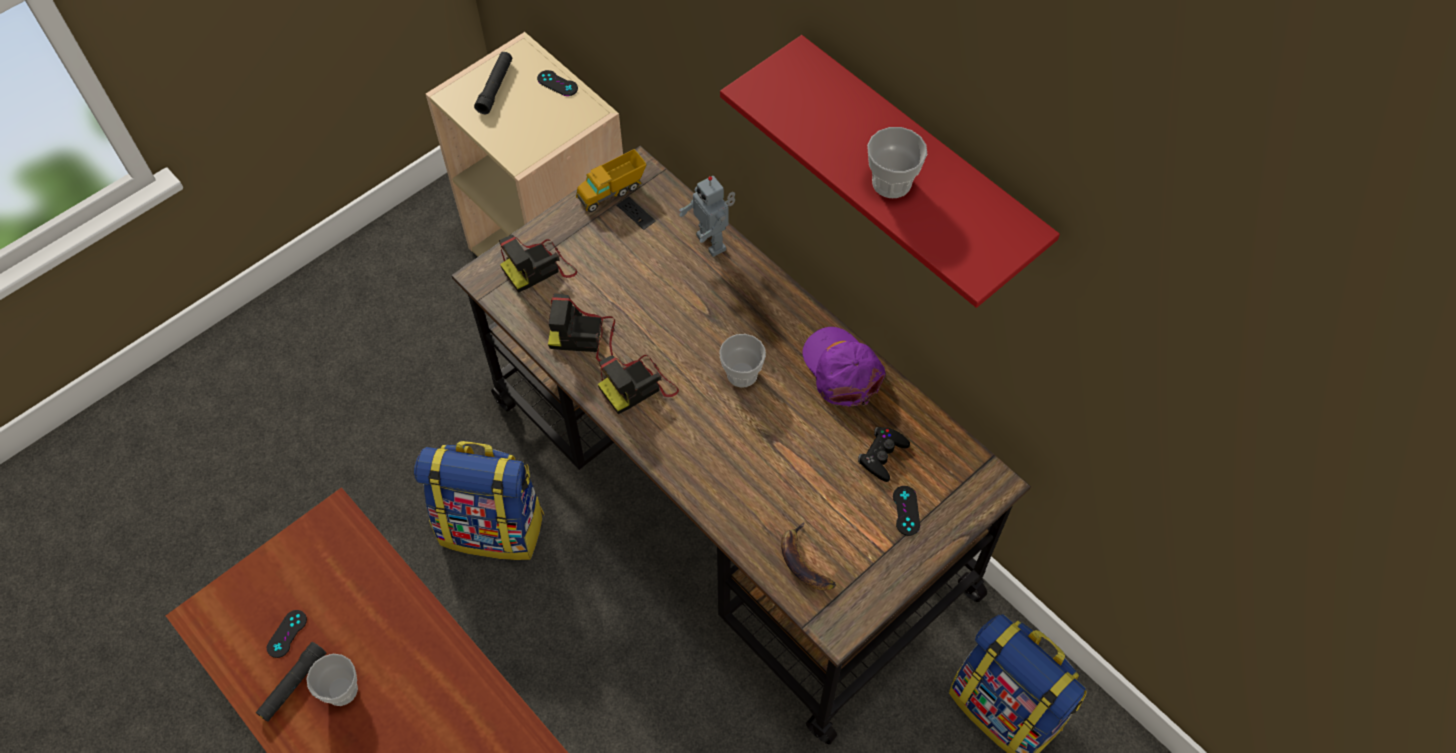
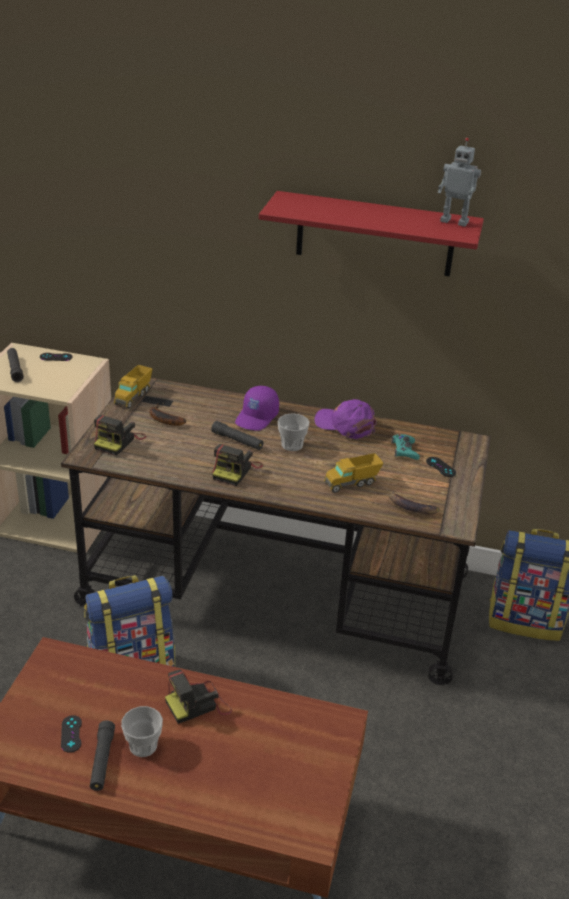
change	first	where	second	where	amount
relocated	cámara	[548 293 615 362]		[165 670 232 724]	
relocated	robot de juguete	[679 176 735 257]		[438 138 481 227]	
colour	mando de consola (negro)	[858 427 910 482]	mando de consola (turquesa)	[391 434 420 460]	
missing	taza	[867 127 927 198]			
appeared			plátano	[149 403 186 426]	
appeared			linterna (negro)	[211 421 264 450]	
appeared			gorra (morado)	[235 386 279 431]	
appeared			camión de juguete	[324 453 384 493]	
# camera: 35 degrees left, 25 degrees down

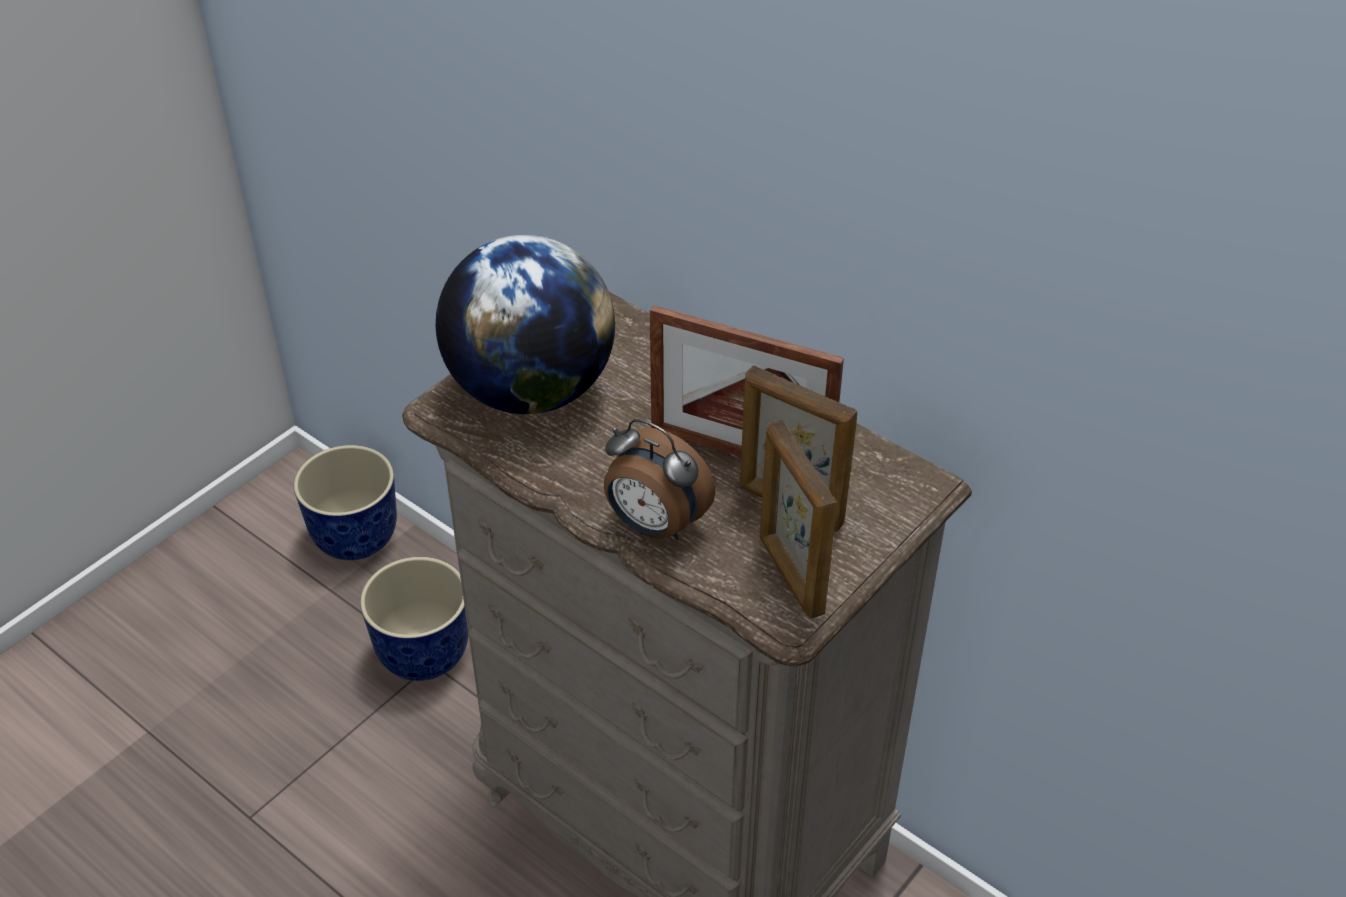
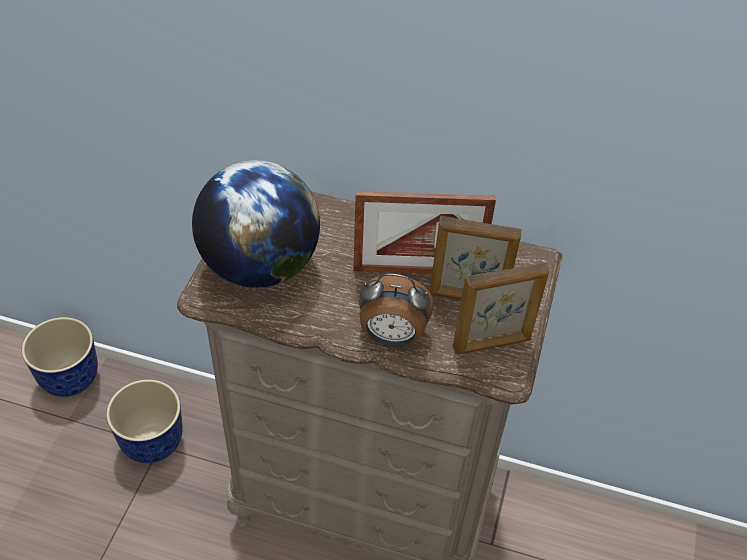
change	first	where	second	where	amount
spun	portarretratos	[760 420 837 618]		[453 263 549 354]	60 degrees counterclockwise
# camera: 25 degrees left, 5 degrees up

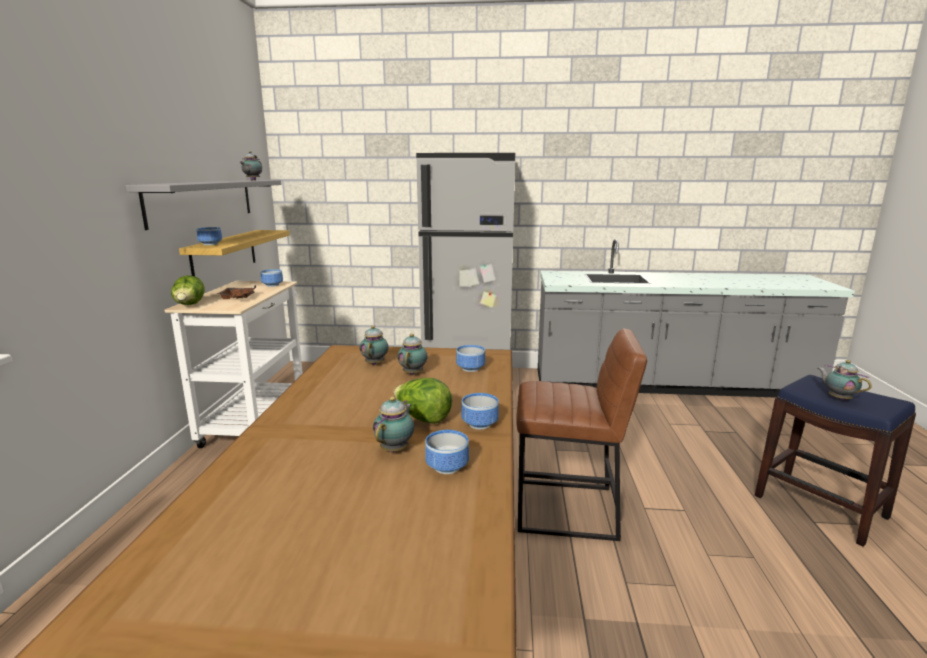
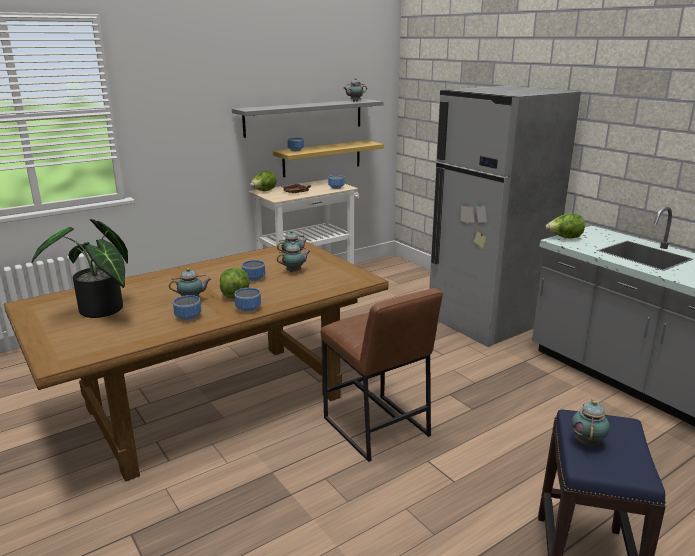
change	first	where	second	where	amount
relocated	cuenco	[456 345 485 372]		[242 260 265 281]	
appeared			planta en maceta	[32 219 128 318]	
appeared			lechuga	[546 213 585 239]	
# camera: 50 degrees right, 5 degrees up

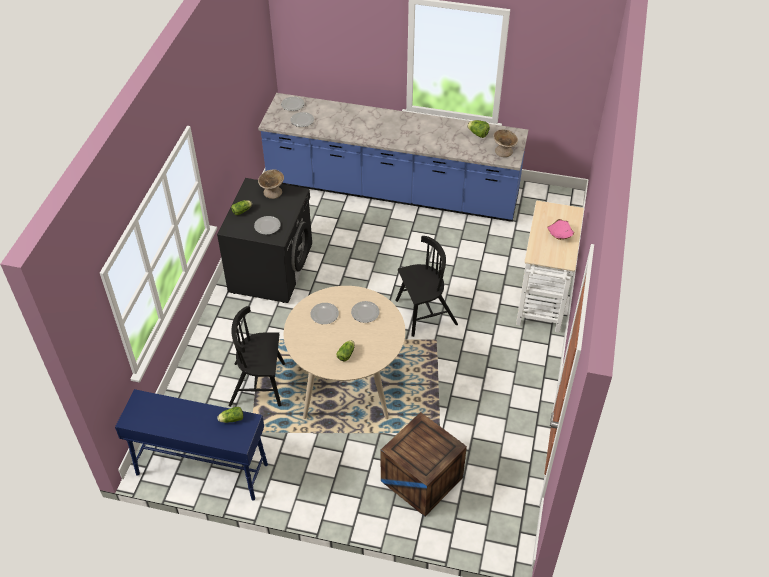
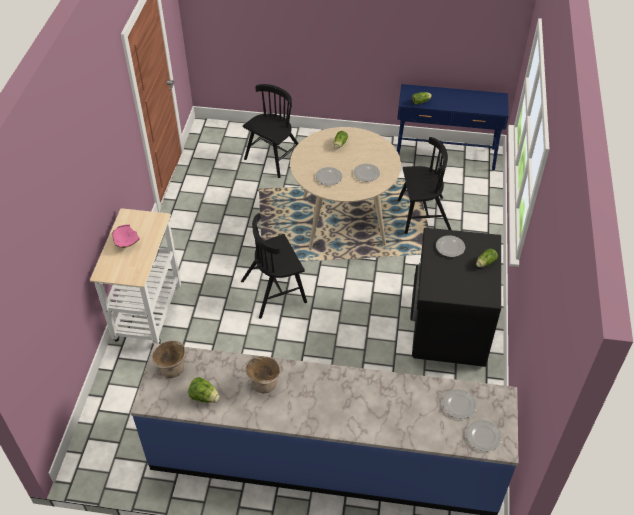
change	first	where	second	where	amount
relocated	cuenco (beis)	[258 169 284 199]		[246 356 281 393]	
exchanged	caja de embalaje	[381 412 467 516]	silla (negro)	[243 84 299 178]	
# camera: 175 degrees right, 0 degrees up

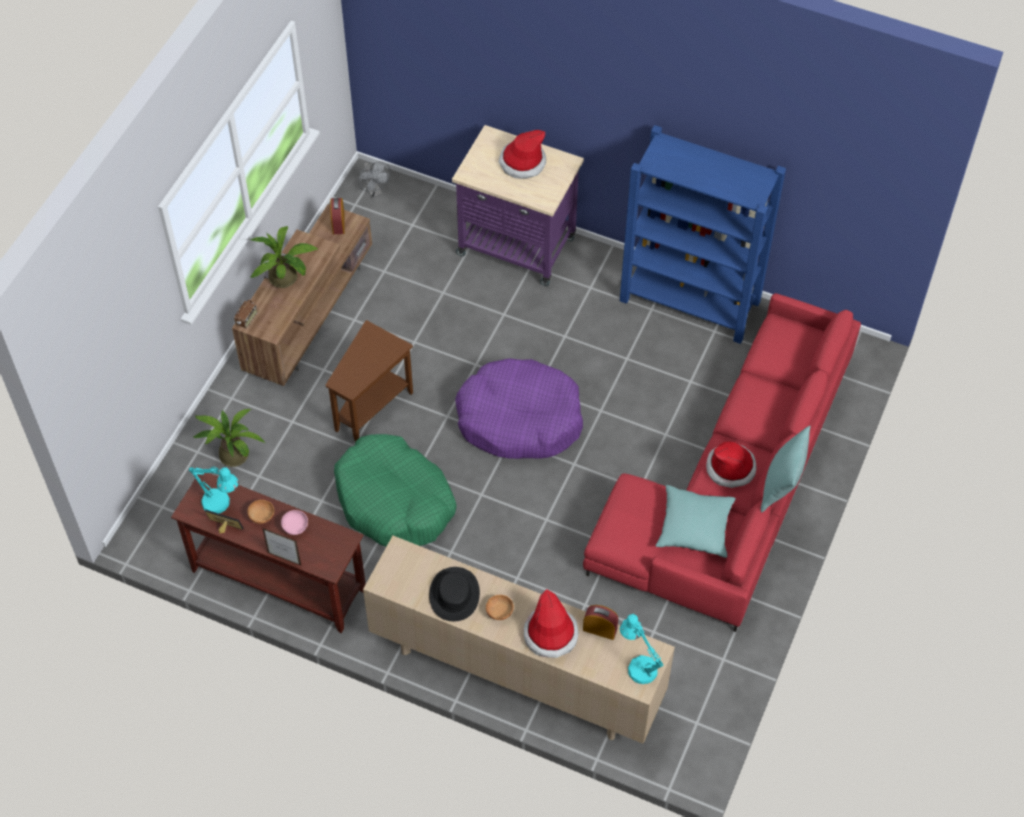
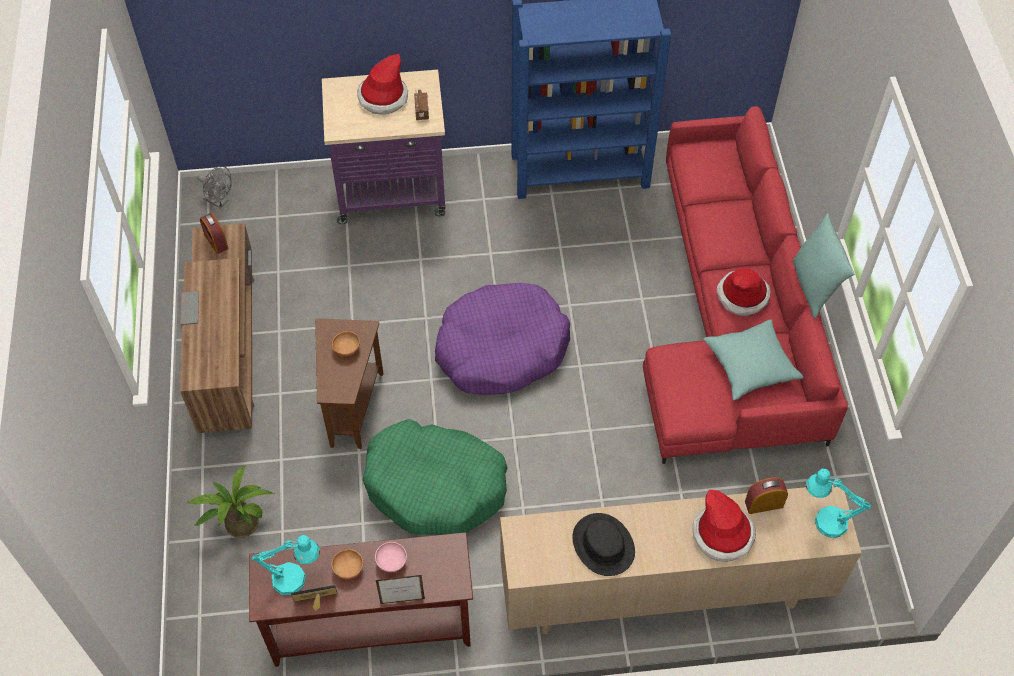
change	first	where	second	where	amount
relocated	radio	[234 299 257 328]		[414 90 429 120]	
missing	planta en maceta	[250 226 319 288]			
relocated	cuenco (marrón)	[486 595 514 620]		[332 331 360 356]	
# camera: 30 degrees left, 0 degrees up

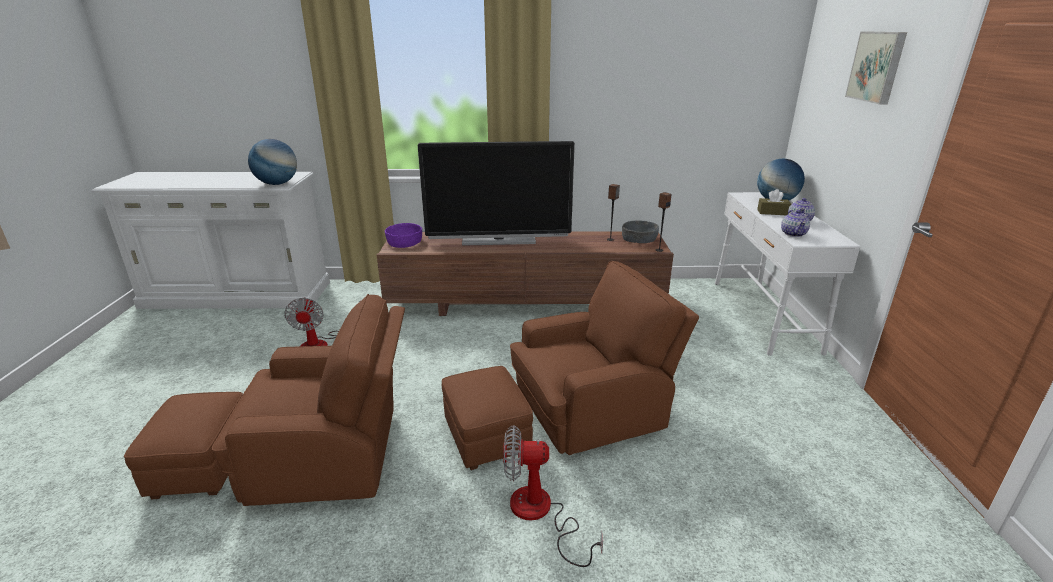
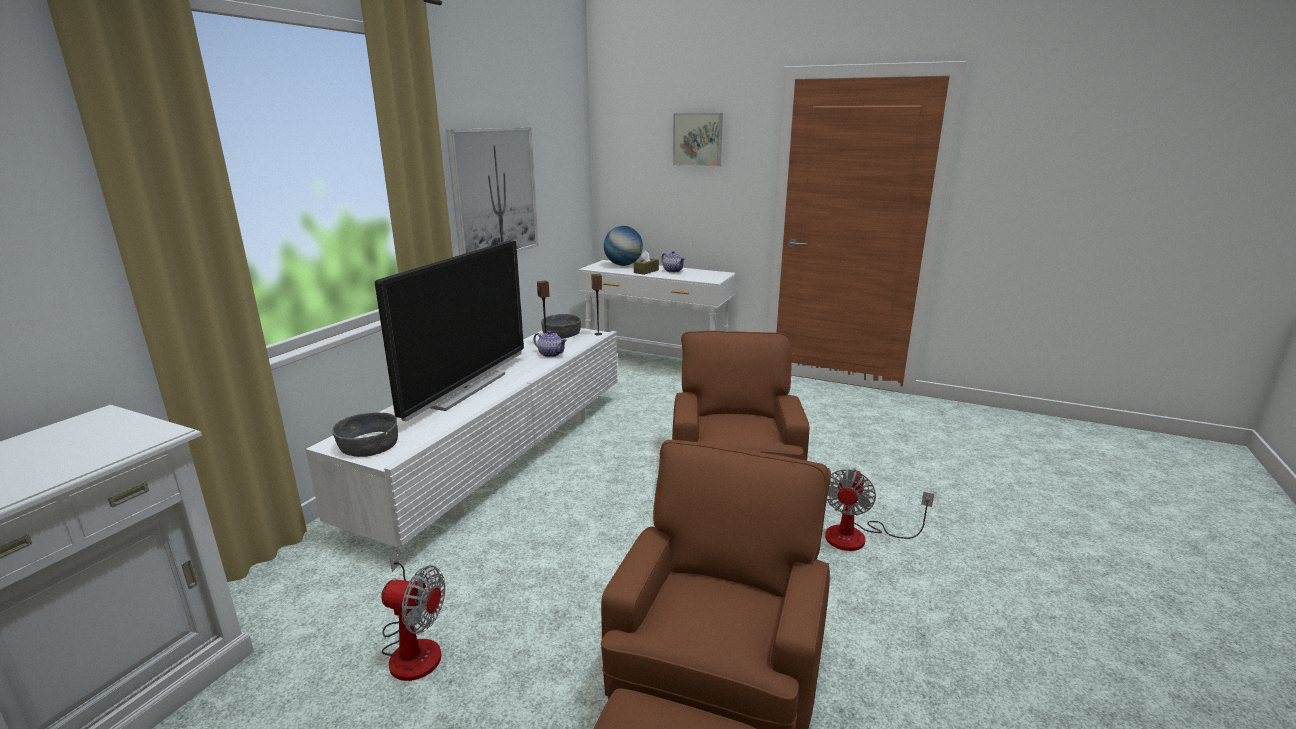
change	first	where	second	where	amount
missing	globo terráqueo	[248 139 297 185]			
colour	mueble de televisión (marrón)	[377 231 674 316]	mueble de televisión (blanco)	[306 328 617 548]	
colour	cuenco (morado)	[385 223 422 248]	cuenco (gris)	[332 412 398 457]	
relocated	tetera	[781 210 810 237]		[533 331 567 357]	
appeared			cuadro	[446 128 538 255]	
# camera: 65 degrees left, 5 degrees down

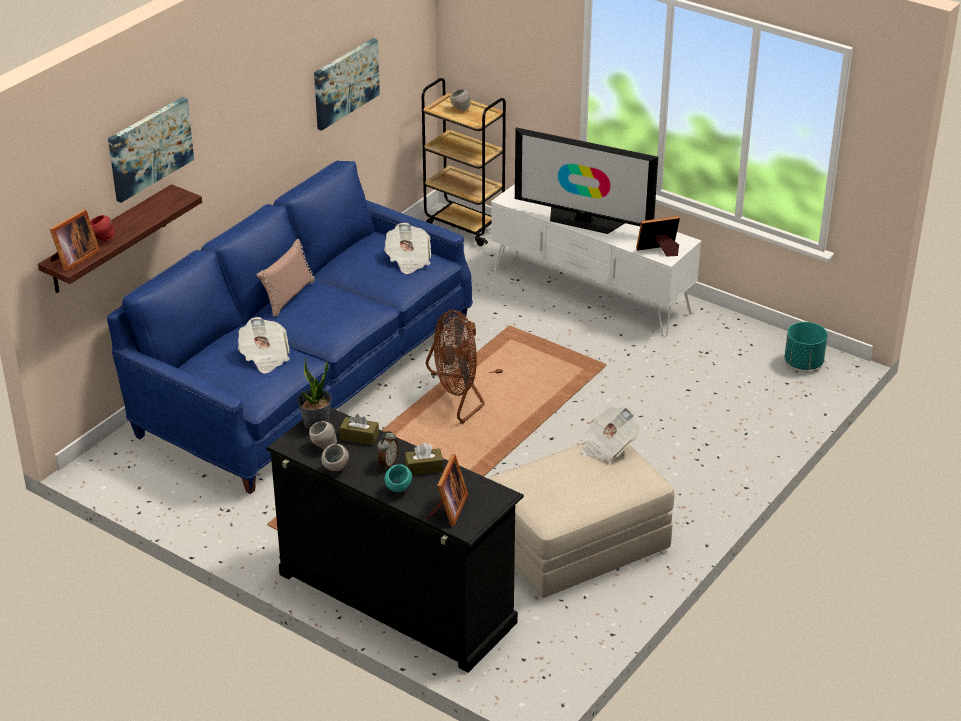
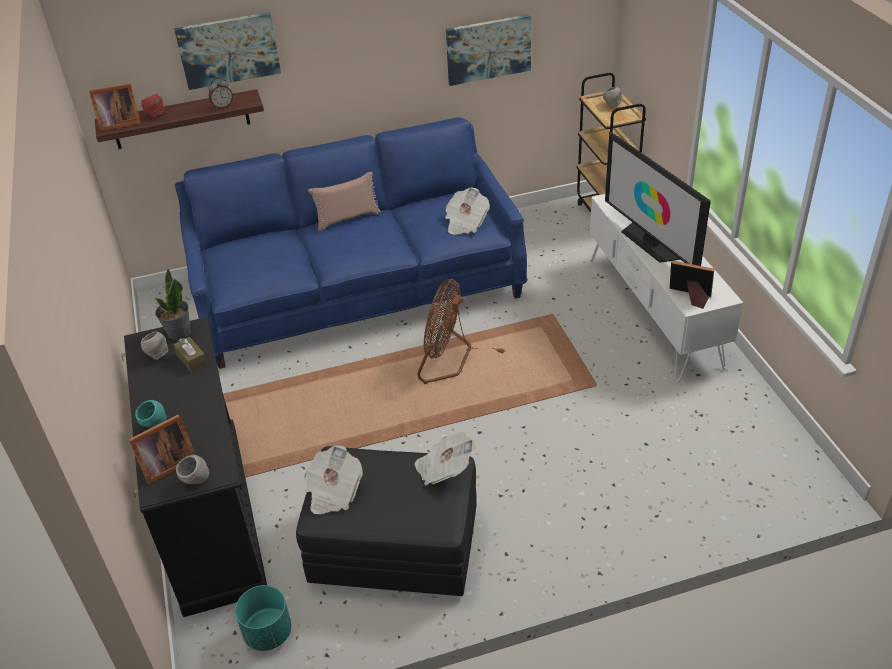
change	first	where	second	where	amount
relocated	periódico	[238 317 290 374]		[305 445 363 514]	
relocated	cuenco (gris)	[321 444 349 471]		[176 455 209 484]	
relocated	despertador	[377 431 399 470]		[208 78 233 109]	
missing	caja de pañuelos (marrón)	[405 443 443 475]			
colour	puf (beis)	[489 442 674 598]	puf (negro)	[296 446 477 596]	
relocated	maceta (turquesa)	[785 322 828 370]		[235 585 292 651]	
# camera: 40 degrees right, 5 degrees up

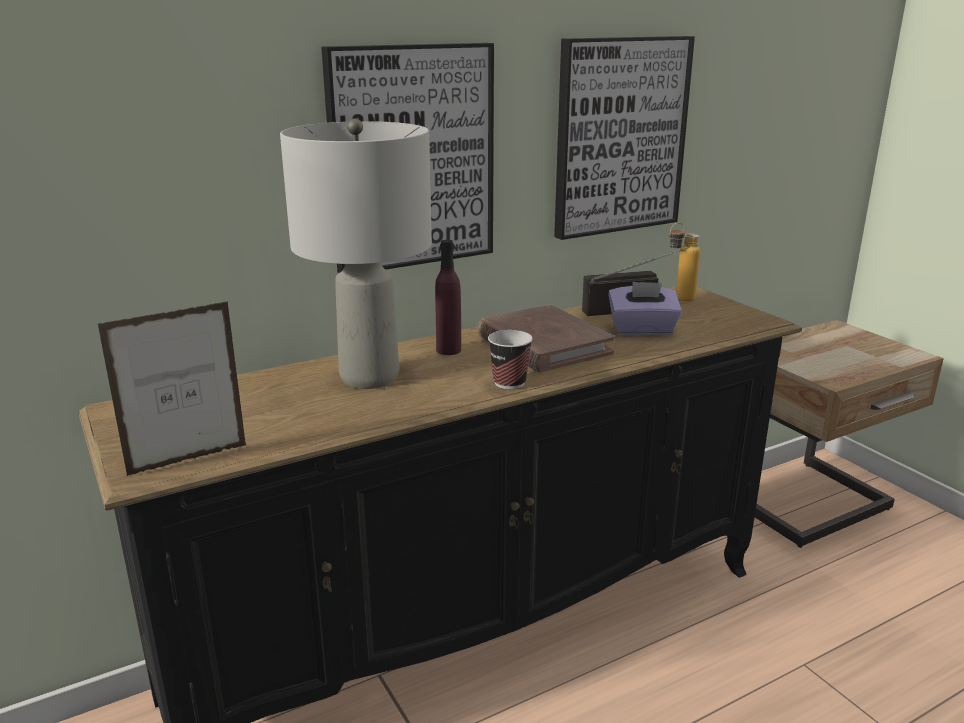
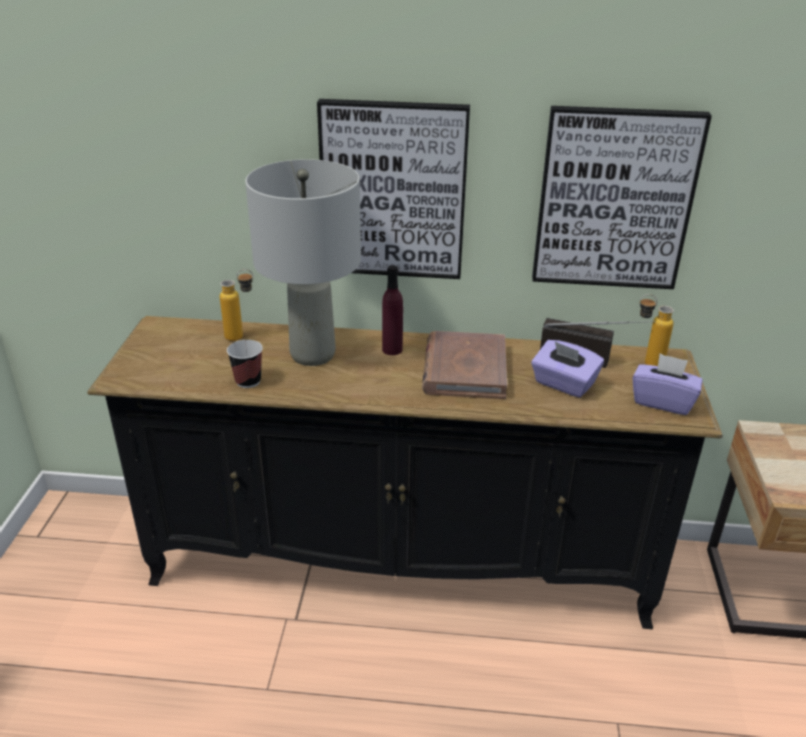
change	first	where	second	where	amount
missing	portarretratos	[98 301 247 476]			
relocated	taza	[488 330 533 389]		[227 340 263 388]	
appeared			botella	[220 269 253 341]	
appeared			caja de pañuelos (morado)	[632 354 703 415]	
# camera: 35 degrees right, 10 degrees up

